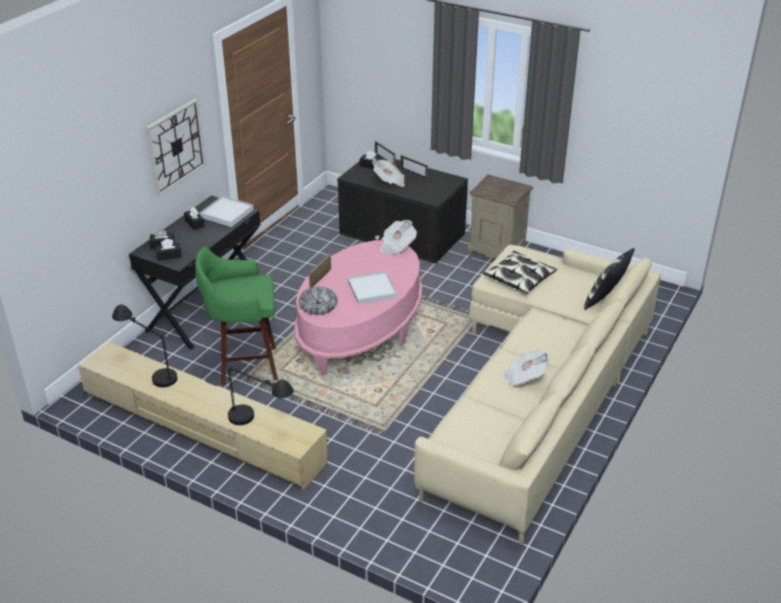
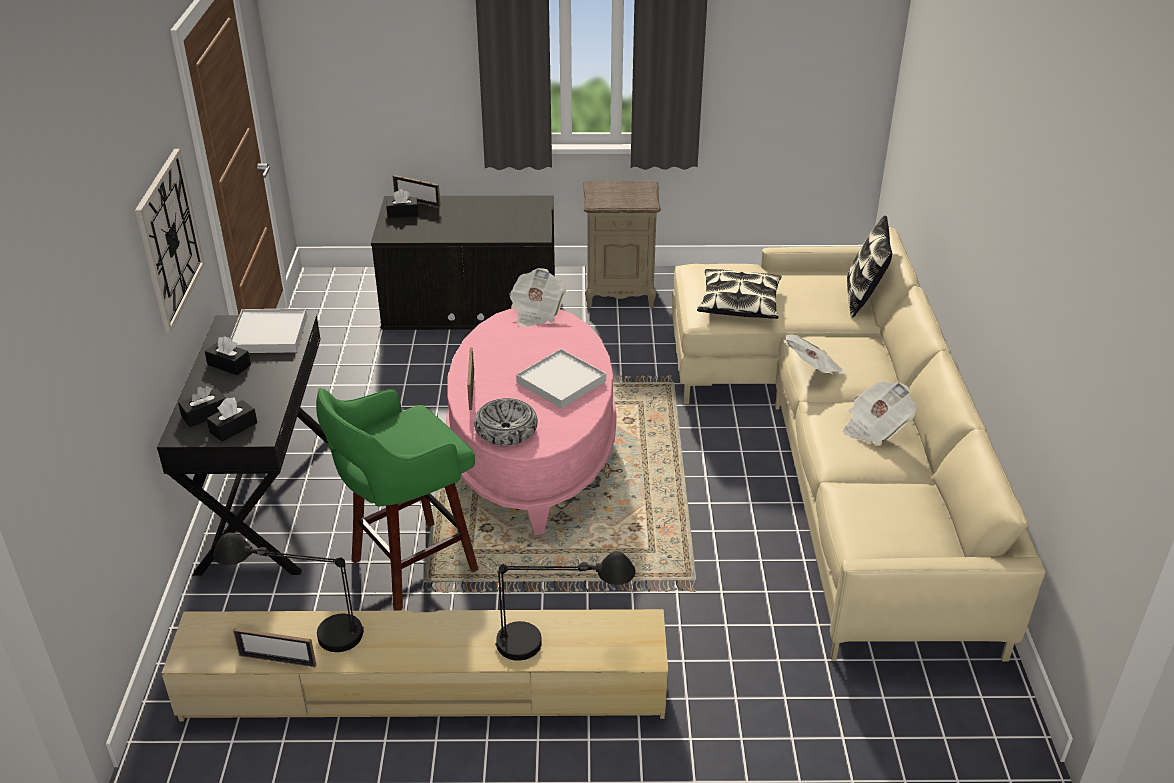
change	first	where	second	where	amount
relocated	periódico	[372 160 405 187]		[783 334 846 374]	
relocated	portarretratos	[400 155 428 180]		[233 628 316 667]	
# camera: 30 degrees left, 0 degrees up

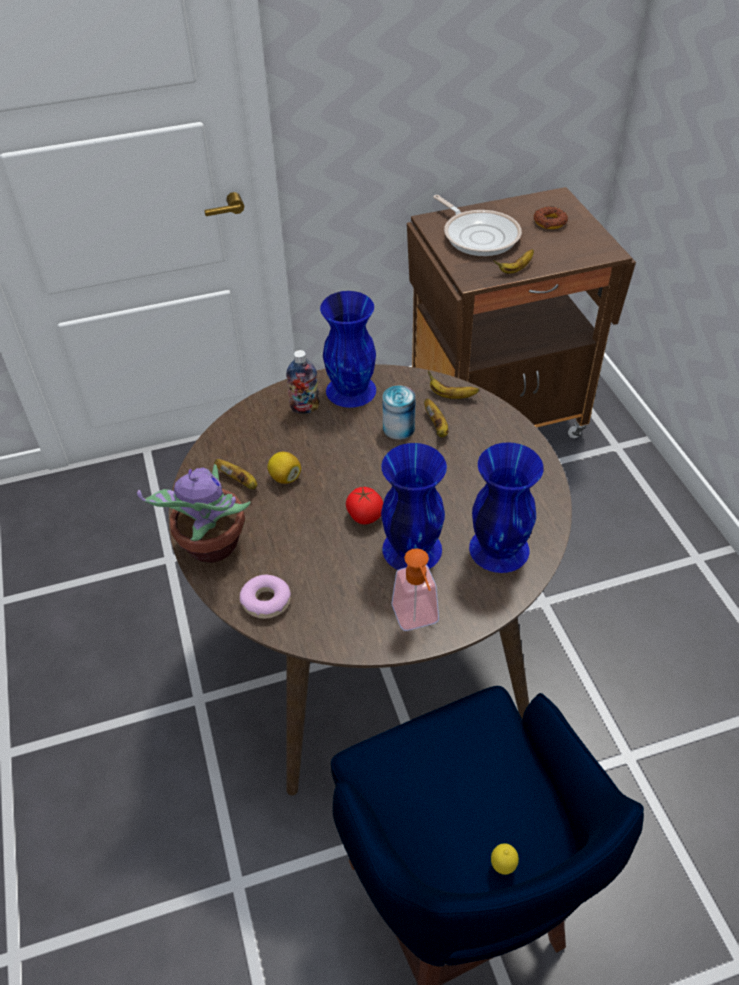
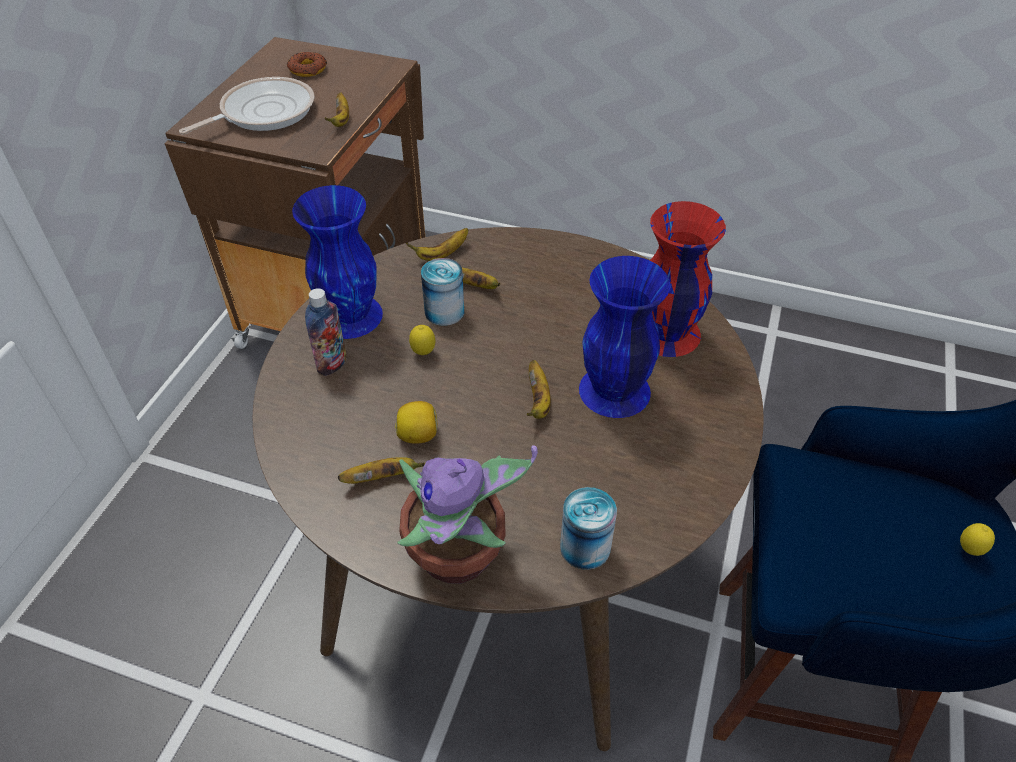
change	first	where	second	where	amount
exchanged	rosquilla	[240 575 291 619]	lata	[560 487 617 570]	
exchanged	tomate	[346 486 383 525]	plátano	[527 360 551 419]	
missing	dispensador de jabón	[392 548 439 631]			
spun	sartén	[433 195 522 256]		[179 77 315 134]	45 degrees counterclockwise
colour	florero (azul)	[469 442 544 573]	florero (rojo)	[650 201 726 357]	
appeared			limón	[409 325 435 355]	
# camera: 55 degrees left, 0 degrees up

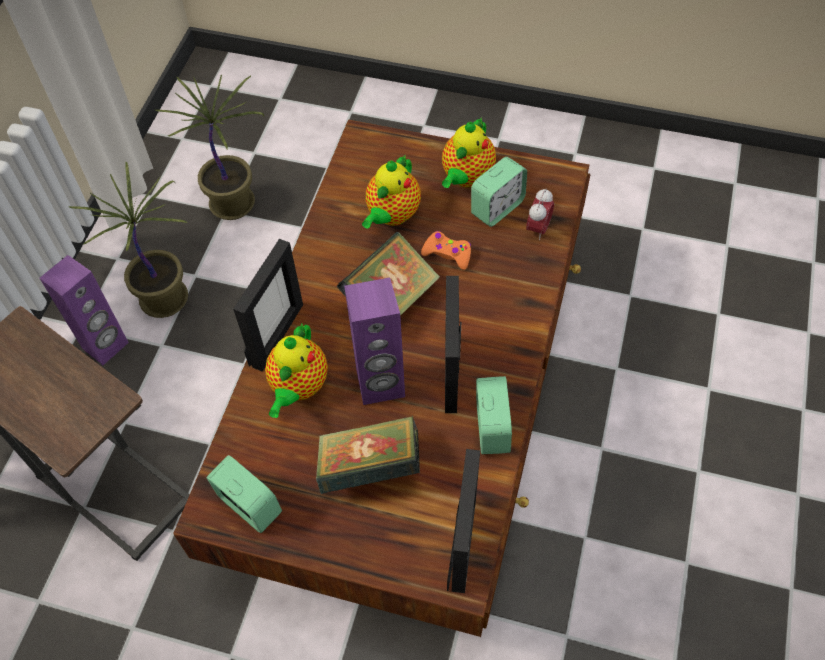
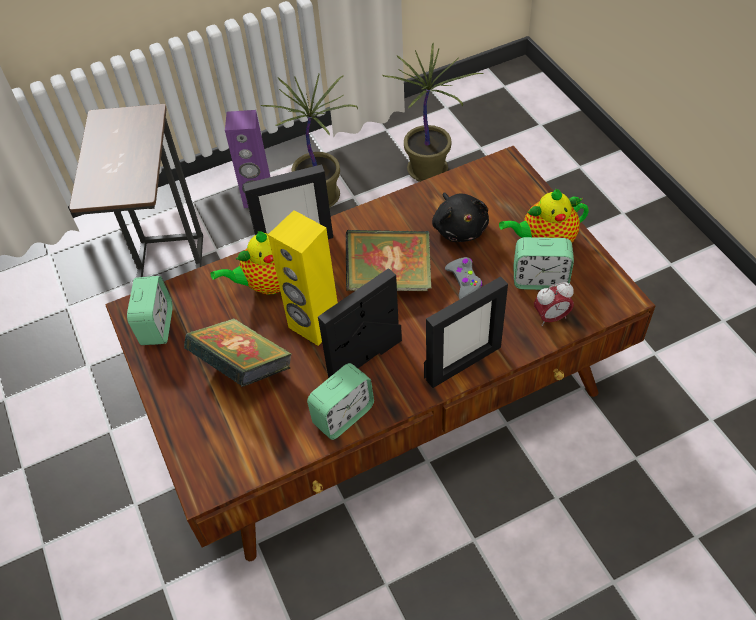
change	first	where	second	where	amount
colour	altavoz (morado)	[344 278 405 405]	altavoz (amarillo)	[268 210 338 346]	
exchanged	tetera	[362 155 421 229]	peluche (negro)	[432 193 489 242]	
colour	mando de consola (naranja)	[421 231 471 270]	mando de consola (gris)	[445 257 482 299]	
relocated	portarretratos	[447 449 480 593]		[424 276 508 388]	
# camera: 50 degrees right, 5 degrees down

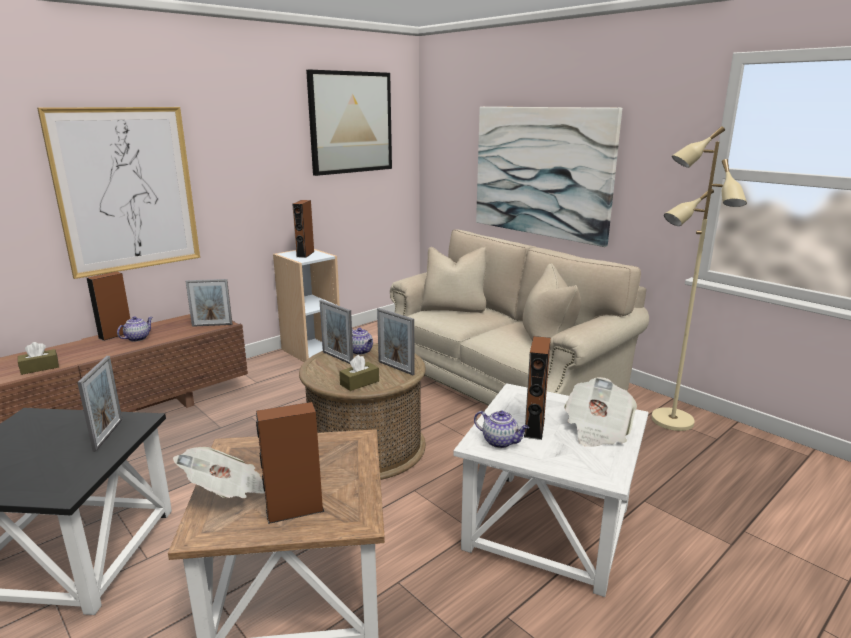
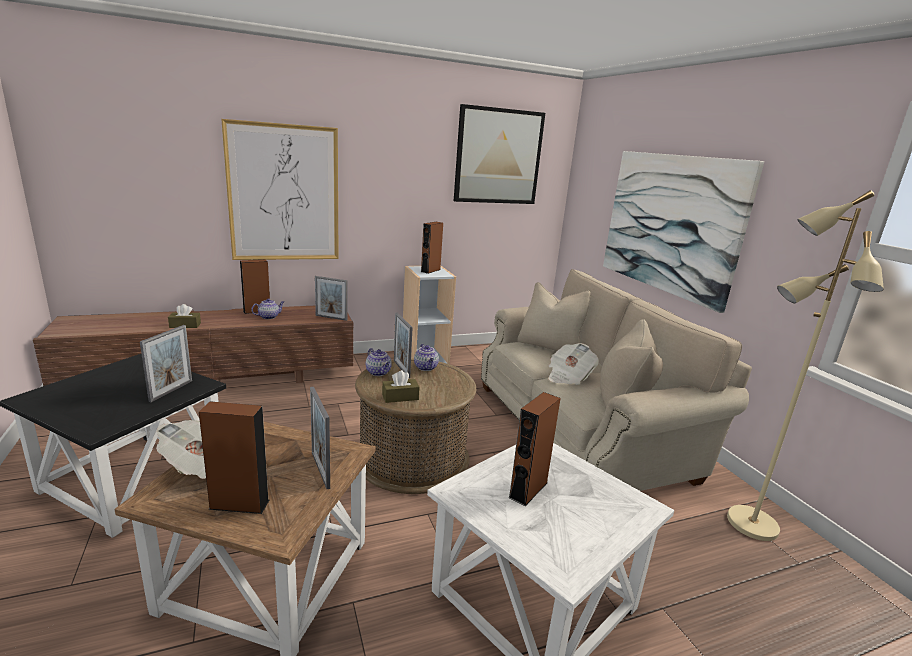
change	first	where	second	where	amount
relocated	portarretratos	[377 308 415 375]		[310 387 330 489]	
relocated	tetera	[474 411 529 448]		[366 348 392 376]	
relocated	periódico	[564 377 637 447]		[548 343 599 385]	
# camera: 20 degrees right, 0 degrees up

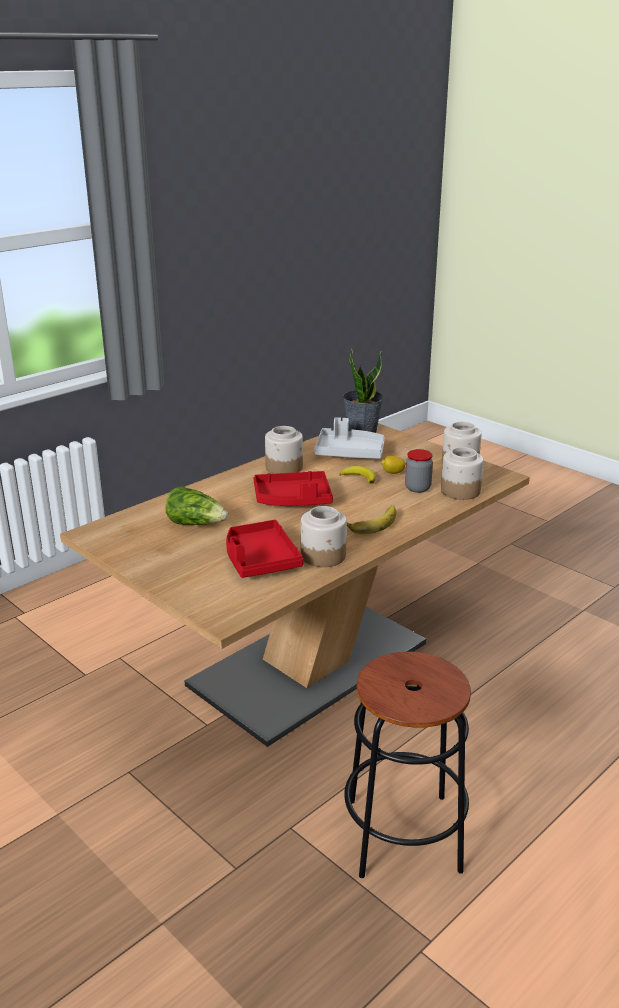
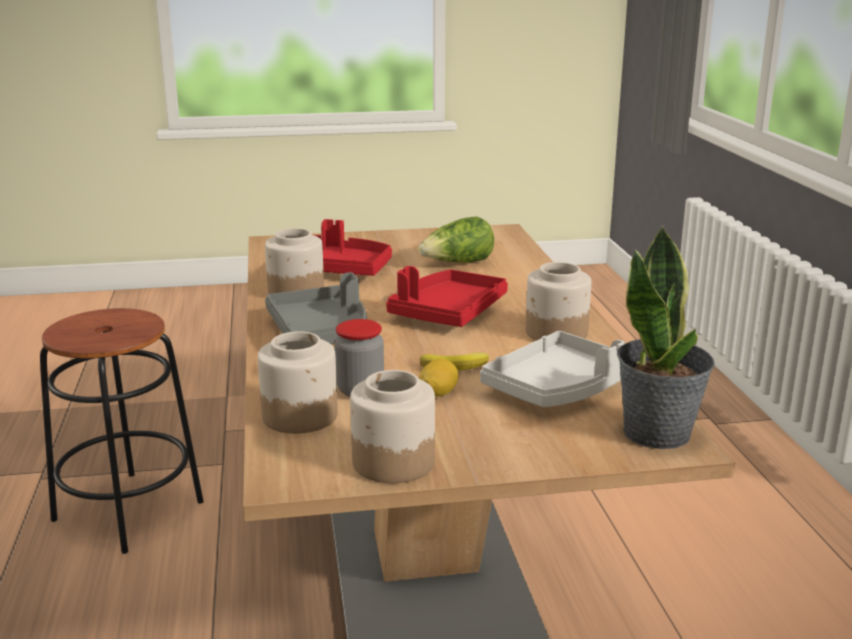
change	first	where	second	where	amount
exchanged	plátano	[347 505 396 534]	bandeja (gris)	[265 272 367 344]	
# camera: 125 degrees right, 5 degrees down

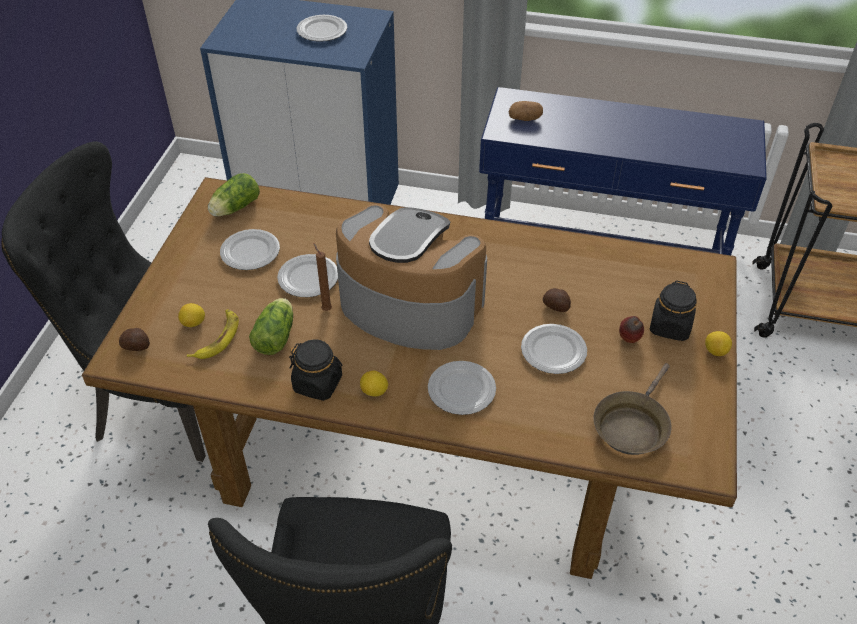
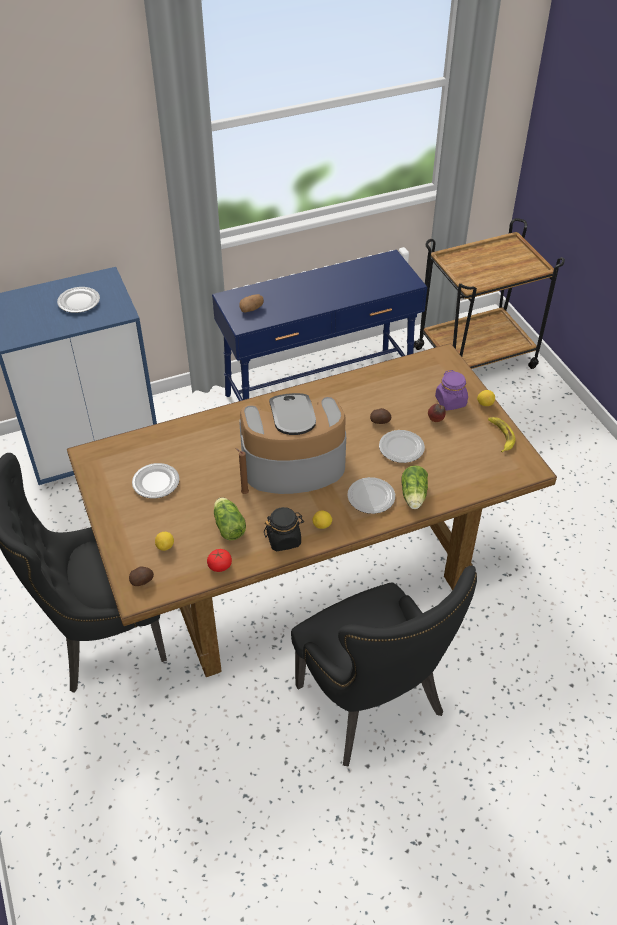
change	first	where	second	where	amount
relocated	plátano	[187 309 239 359]		[488 417 515 452]	
relocated	lechuga	[208 173 260 217]		[401 465 428 509]	
missing	plato	[277 254 338 297]			
missing	sartén (marrón)	[593 363 671 455]			
colour	tarro (negro)	[650 281 697 341]	tarro (morado)	[435 370 468 411]	
appeared			tomate	[207 549 232 572]	
# camera: 35 degrees left, 0 degrees up

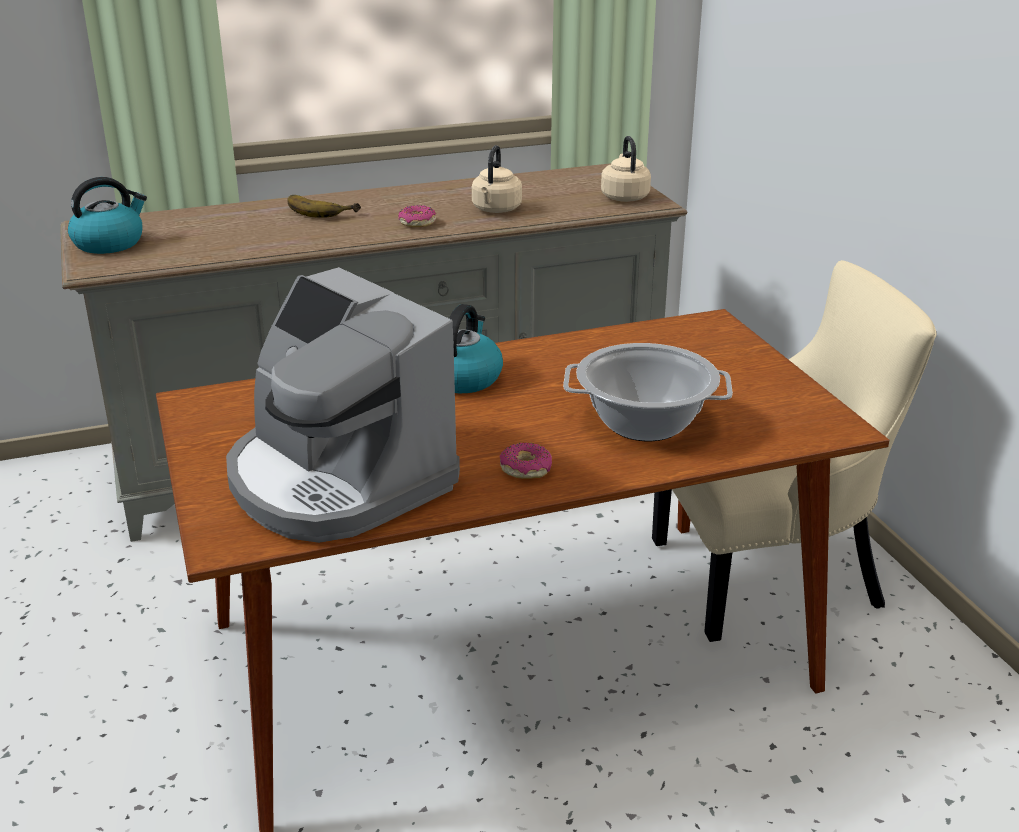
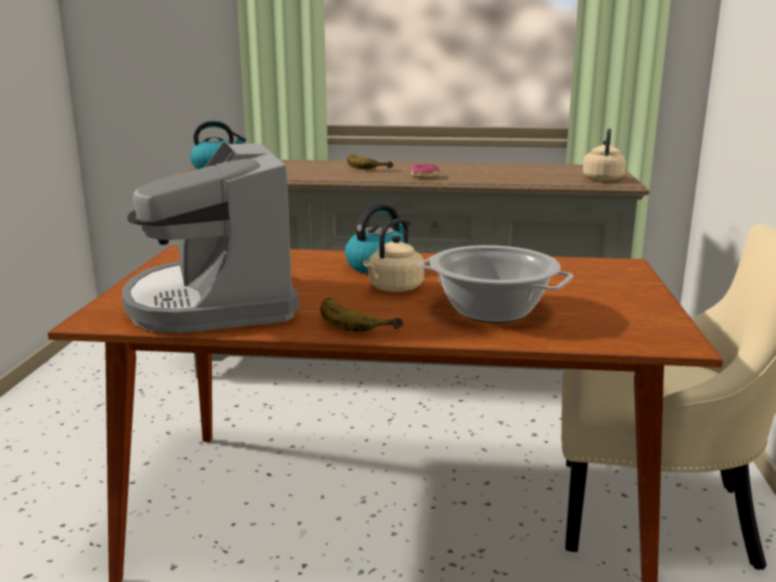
change	first	where	second	where	amount
relocated	hervidor (beis)	[472 145 522 213]		[363 219 424 292]	
exchanged	rosquilla	[500 443 552 479]	plátano	[320 298 404 332]	
# camera: 25 degrees right, 10 degrees down

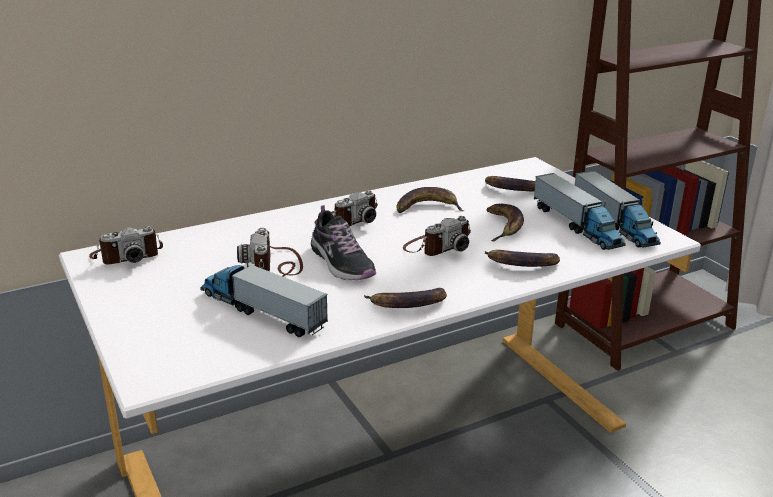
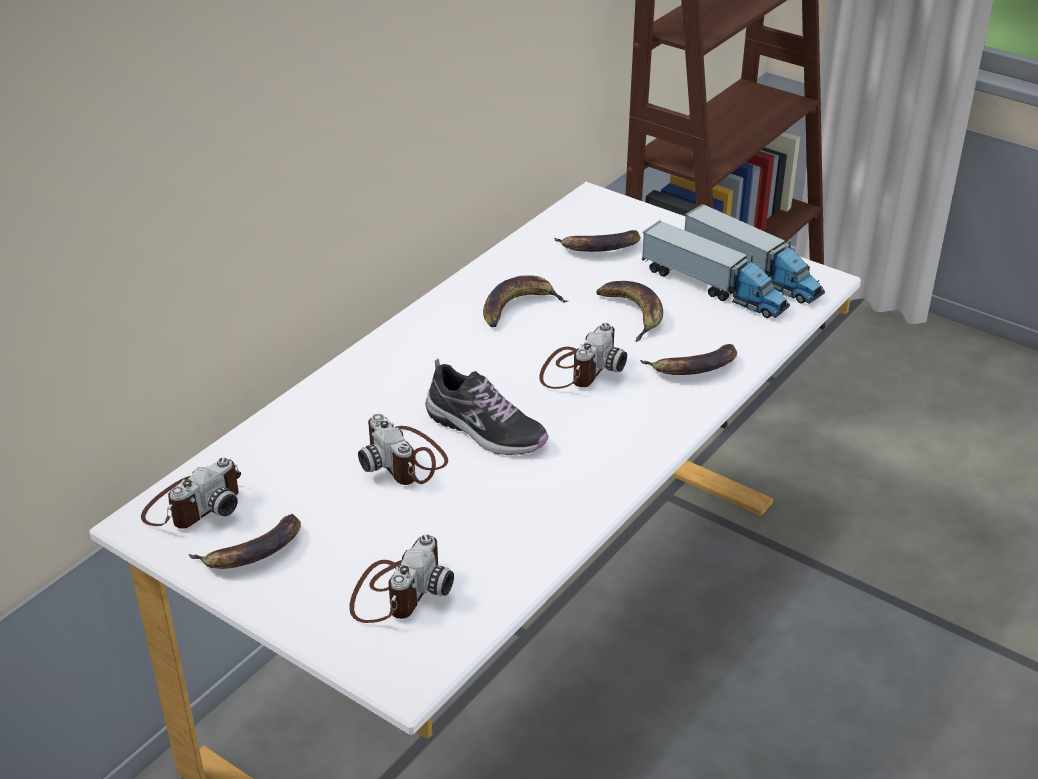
change	first	where	second	where	amount
missing	camión de juguete	[200 260 328 337]			
relocated	cámara	[315 190 378 226]		[349 534 454 623]	
relocated	plátano	[364 288 447 308]		[188 514 301 569]	
# camera: 25 degrees left, 10 degrees up

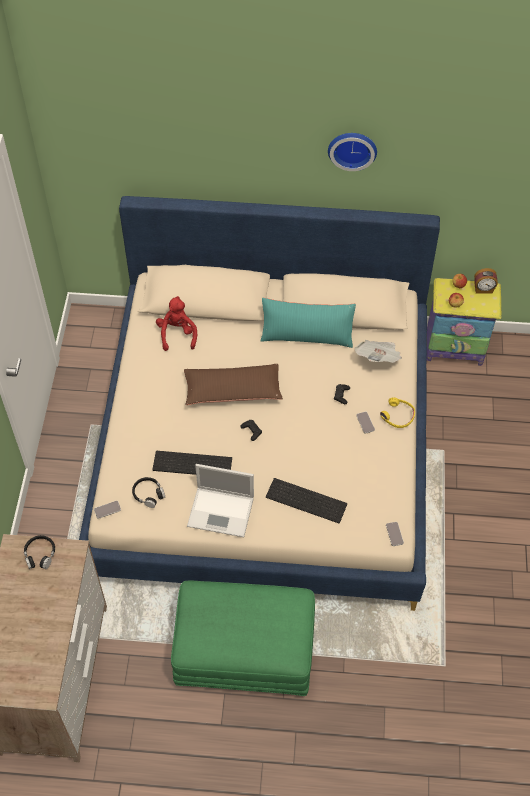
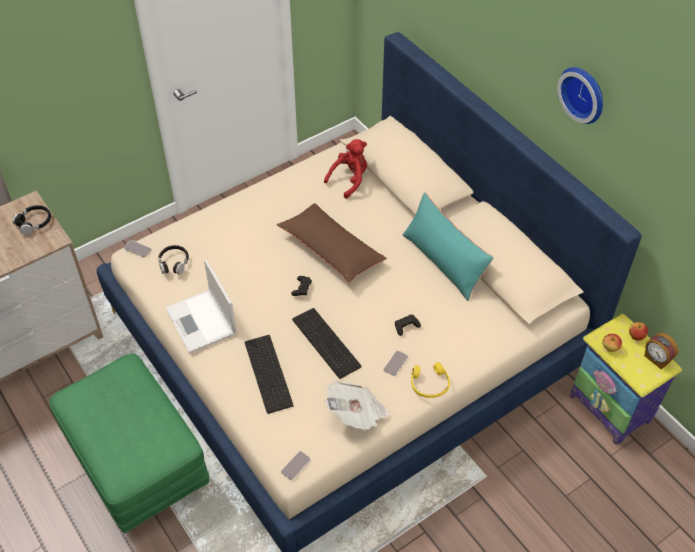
change	first	where	second	where	amount
relocated	teclado	[152 451 232 475]		[292 308 362 379]	
relocated	periódico	[355 340 402 363]		[324 381 390 431]	
# camera: 50 degrees right, 5 degrees down

